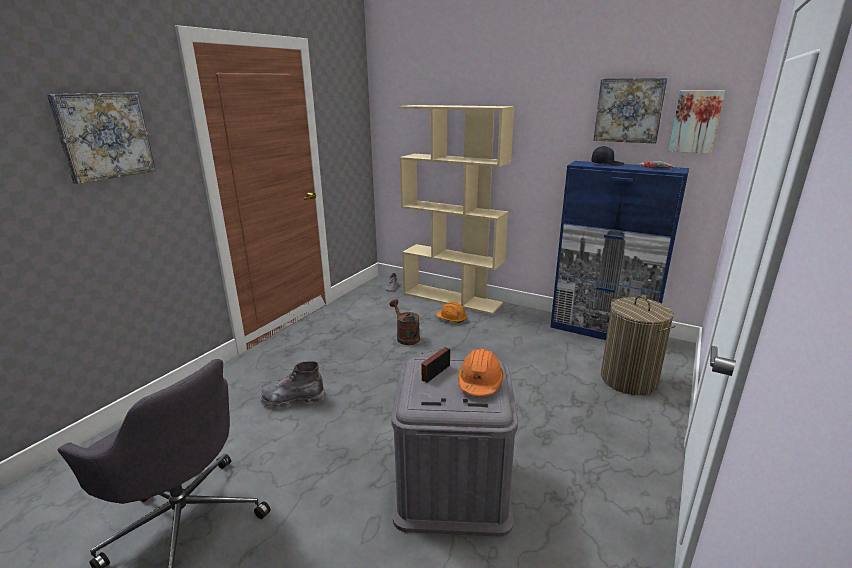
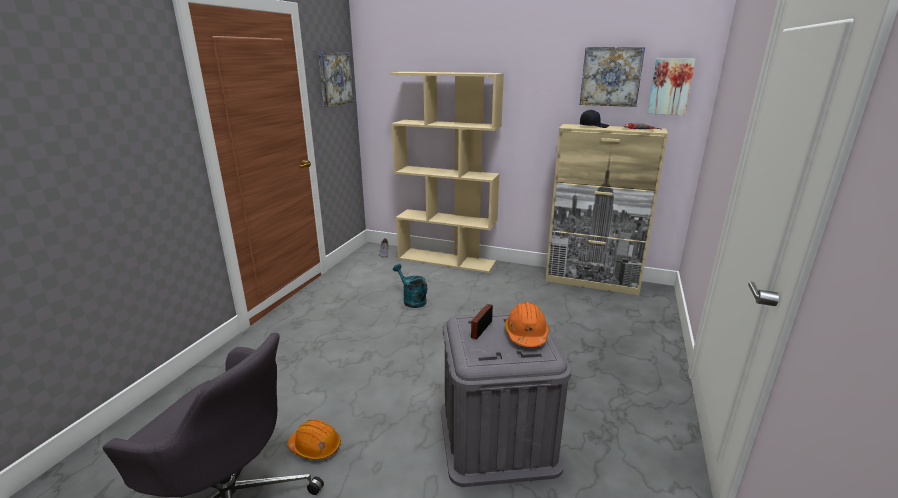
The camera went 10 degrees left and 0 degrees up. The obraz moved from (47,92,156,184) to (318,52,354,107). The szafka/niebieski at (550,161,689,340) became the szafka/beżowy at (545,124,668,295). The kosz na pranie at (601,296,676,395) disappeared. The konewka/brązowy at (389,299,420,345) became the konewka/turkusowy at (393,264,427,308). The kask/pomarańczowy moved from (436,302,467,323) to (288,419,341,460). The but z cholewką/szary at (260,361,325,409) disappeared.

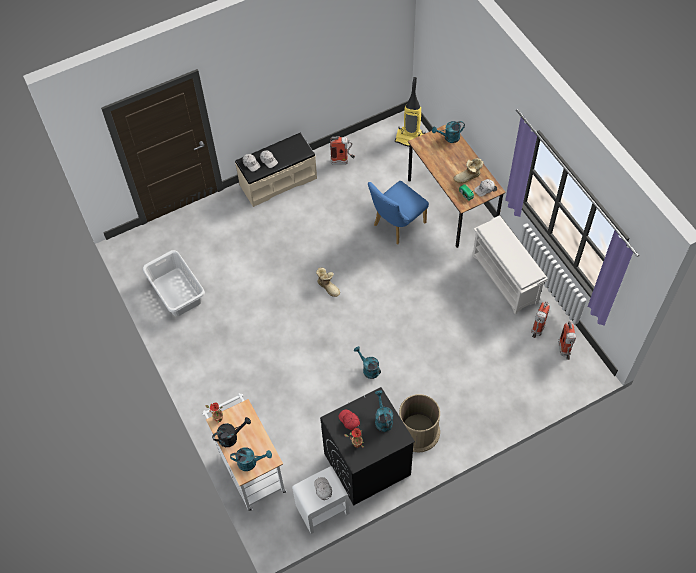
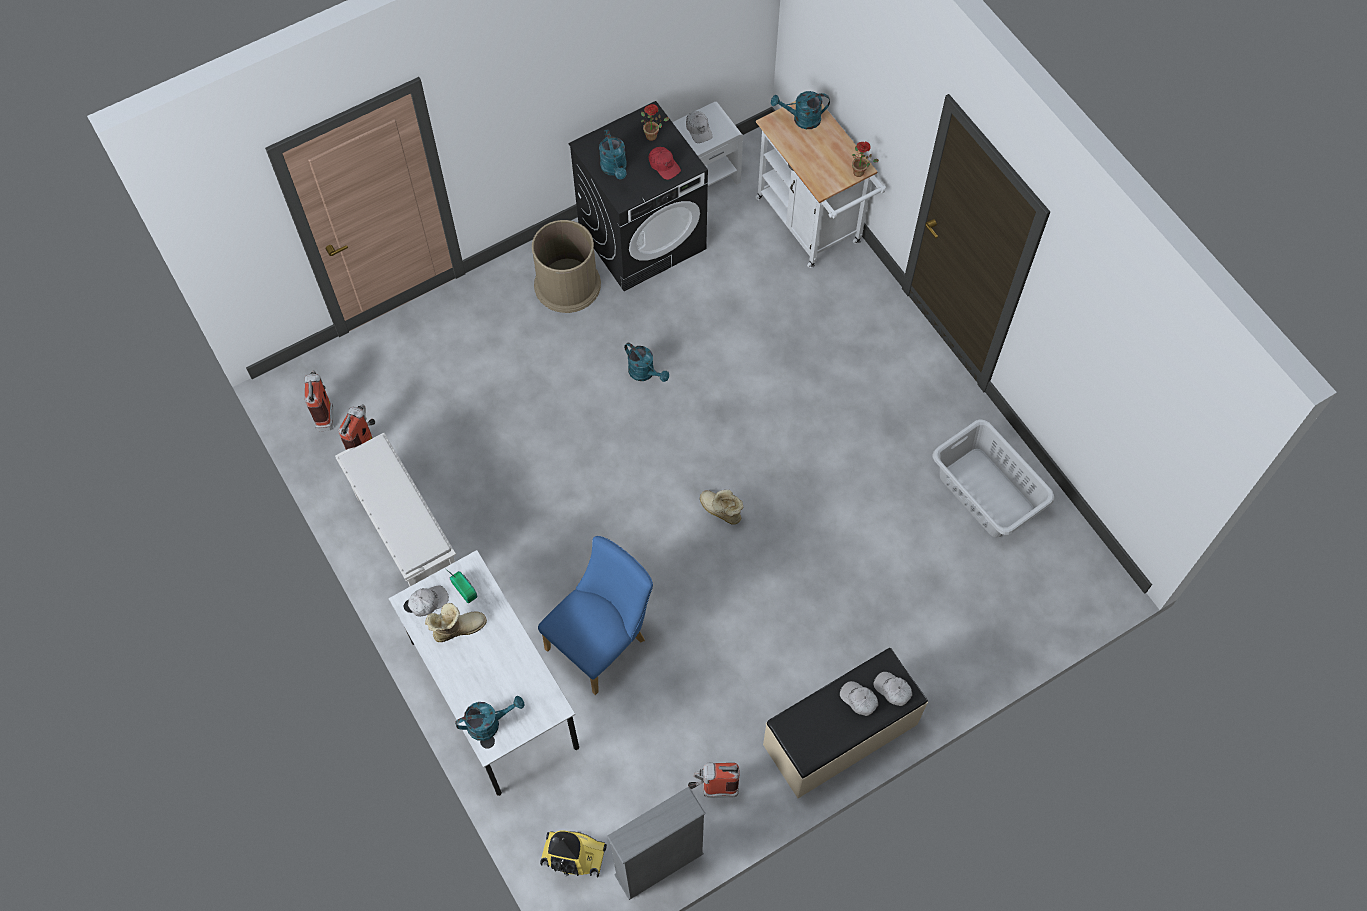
The camera went 175 degrees right and 5 degrees up. The biurko/brązowy at (408,125,506,248) became the biurko/biały at (388,550,579,796). The konewka/czarny at (212,417,251,447) disappeared. The regał/szary at (607,787,706,900) appeared.

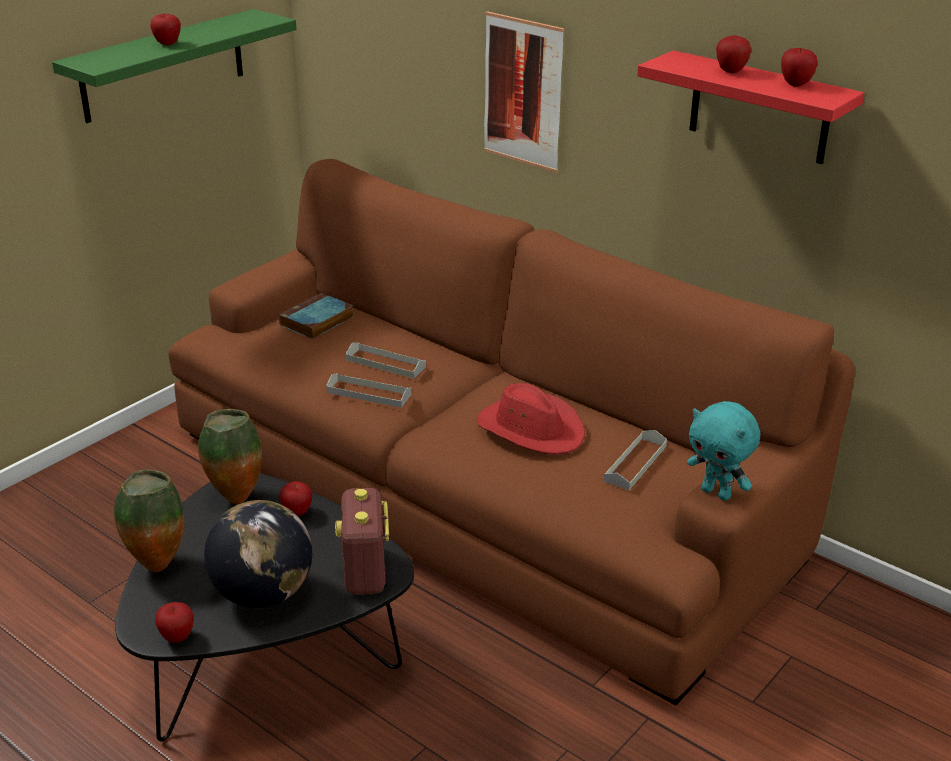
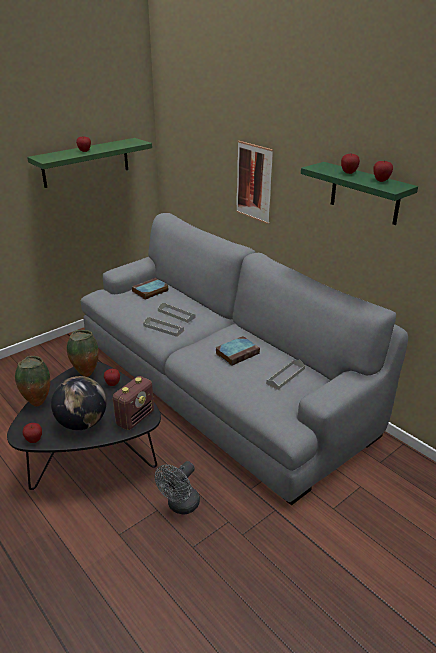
The camera went 10 degrees right and 0 degrees up. The półka/czerwony at (637,50,864,164) became the półka/zielony at (301,162,418,225). The kanapa/brązowy at (168,159,855,705) became the kanapa/szary at (81,213,408,505). The kapelusz/czerwony at (477,383,585,454) was replaced by the książka at (215,336,260,366). The pluszak/turkusowy at (687,401,760,501) disappeared. The radio at (335,488,389,595) turned 150 degrees counterclockwise. The wentylator/szary at (155,461,200,515) appeared.

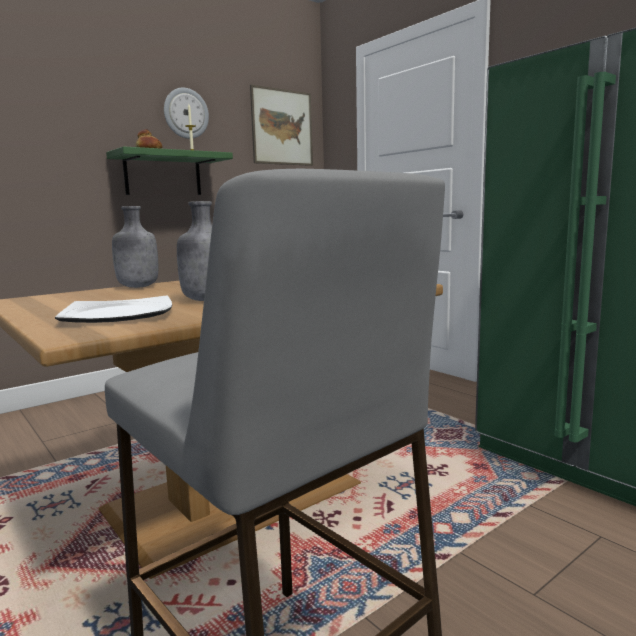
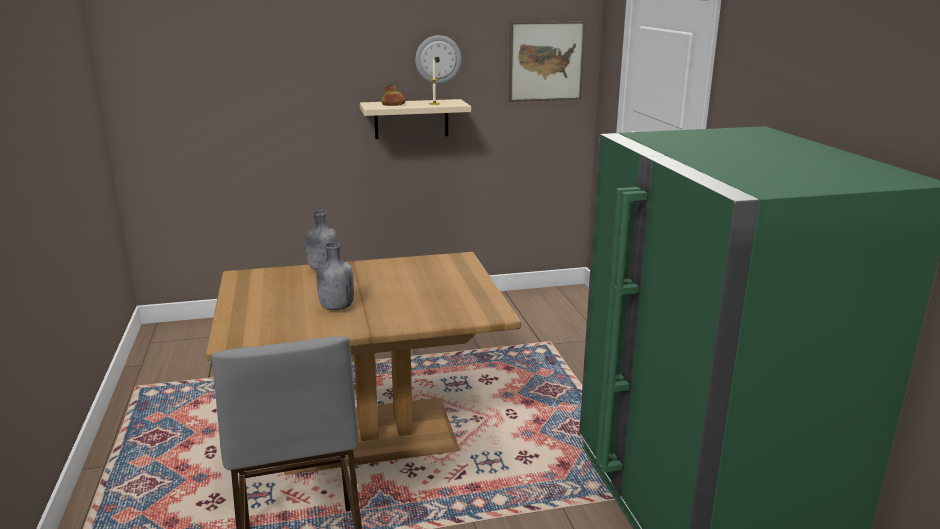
The camera went 25 degrees right and 10 degrees up. The półka/zielony at (106,146,233,195) became the półka/beżowy at (360,99,471,139). The talerz at (55,296,172,323) disappeared.

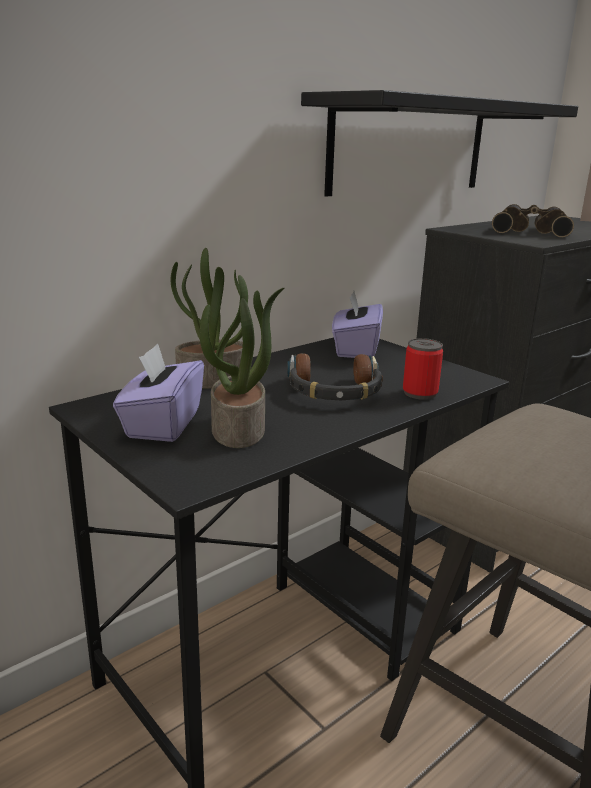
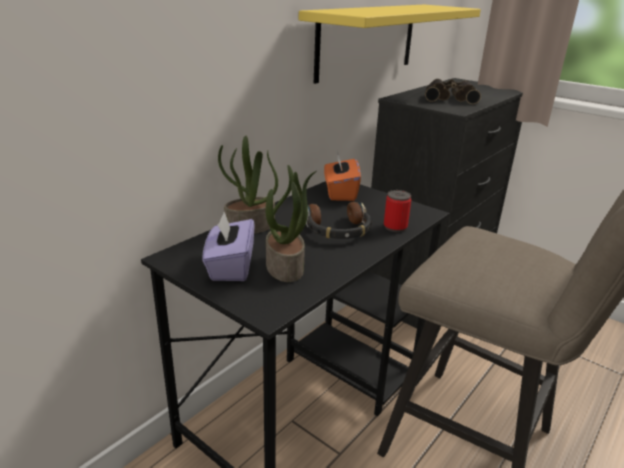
The camera went 10 degrees left and 5 degrees up. The półka/czarny at (301,90,578,197) became the półka/żółty at (299,5,481,84). The pudełko chusteczek/fioletowy at (332,291,383,358) became the pudełko chusteczek/pomarańczowy at (324,151,361,201).

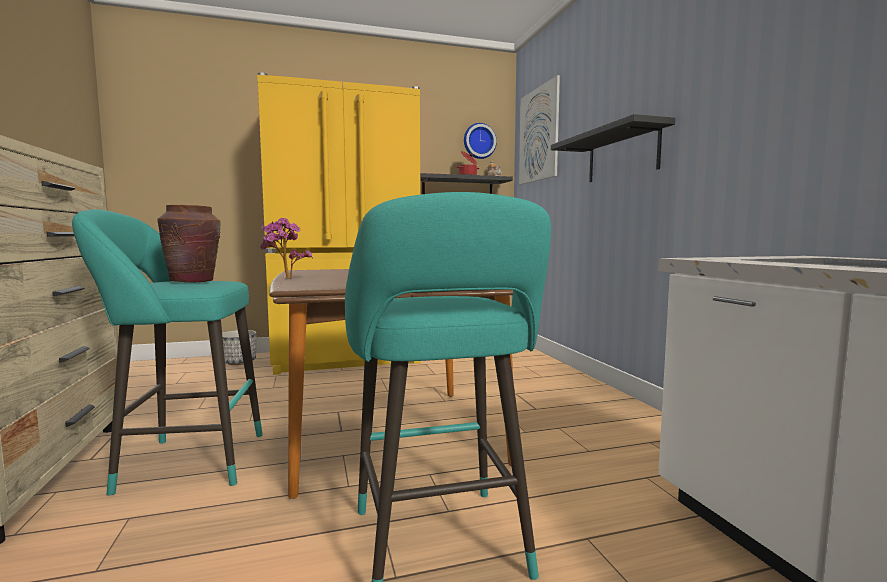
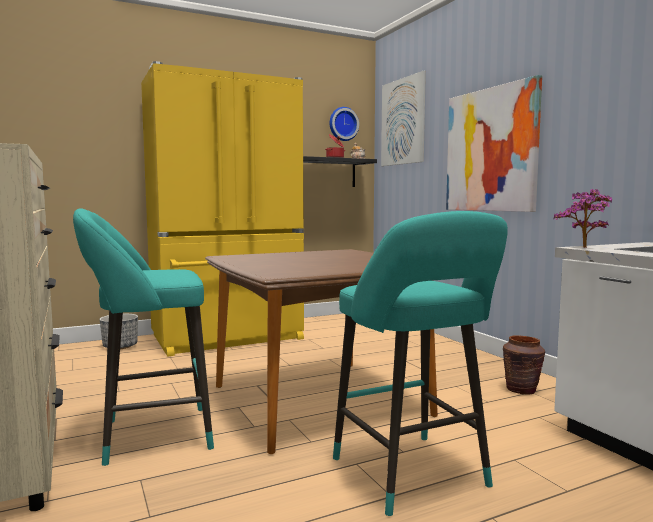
The camera went 10 degrees left and 0 degrees up. The półka/czarny at (551,114,675,182) was replaced by the obraz at (446,75,542,212). The wazon/brązowy moved from (157,205,220,283) to (503,335,545,395). The roślina doniczkowa moved from (260,218,313,279) to (554,189,612,248).

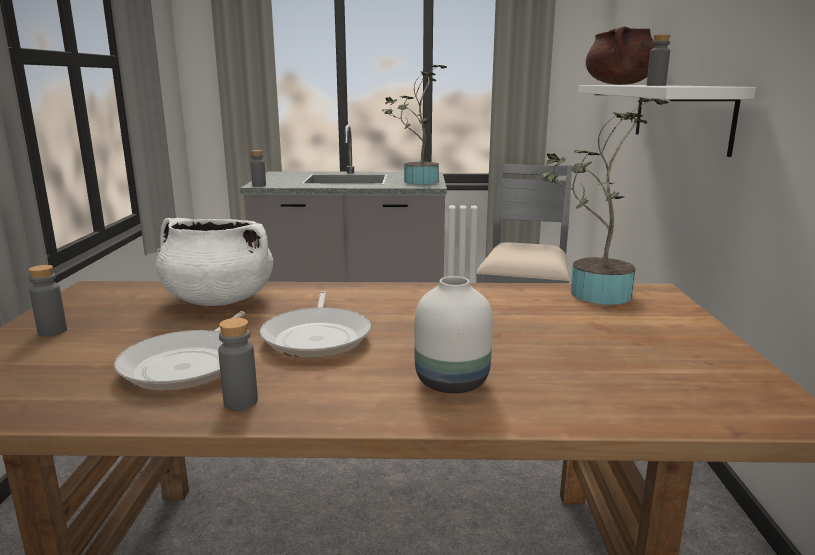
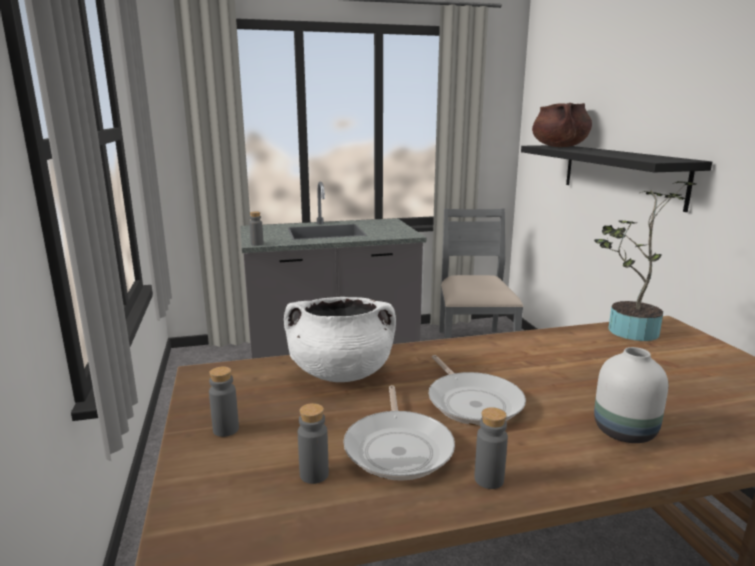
The camera went 15 degrees left and 0 degrees up. The butelka/szary moved from (647,35,670,86) to (298,403,329,484). The roślina doniczkowa at (382,65,447,184) disappeared. The półka/biały at (578,85,756,157) became the półka/czarny at (521,145,712,212).

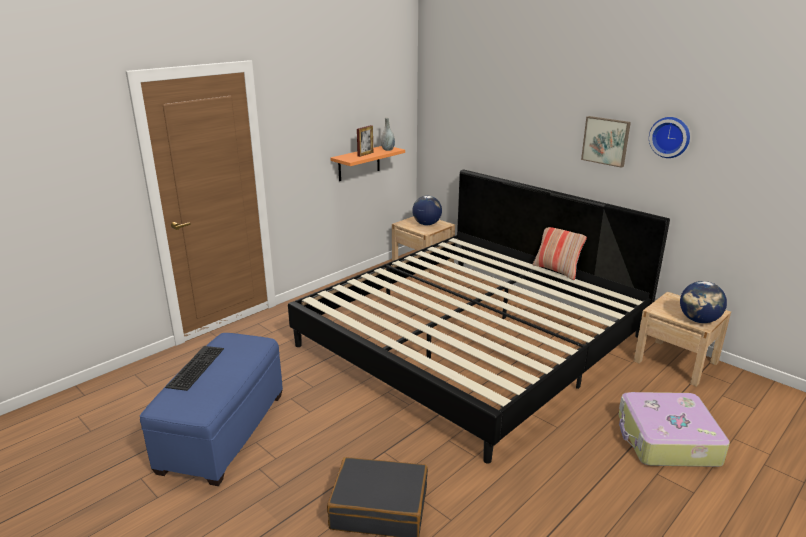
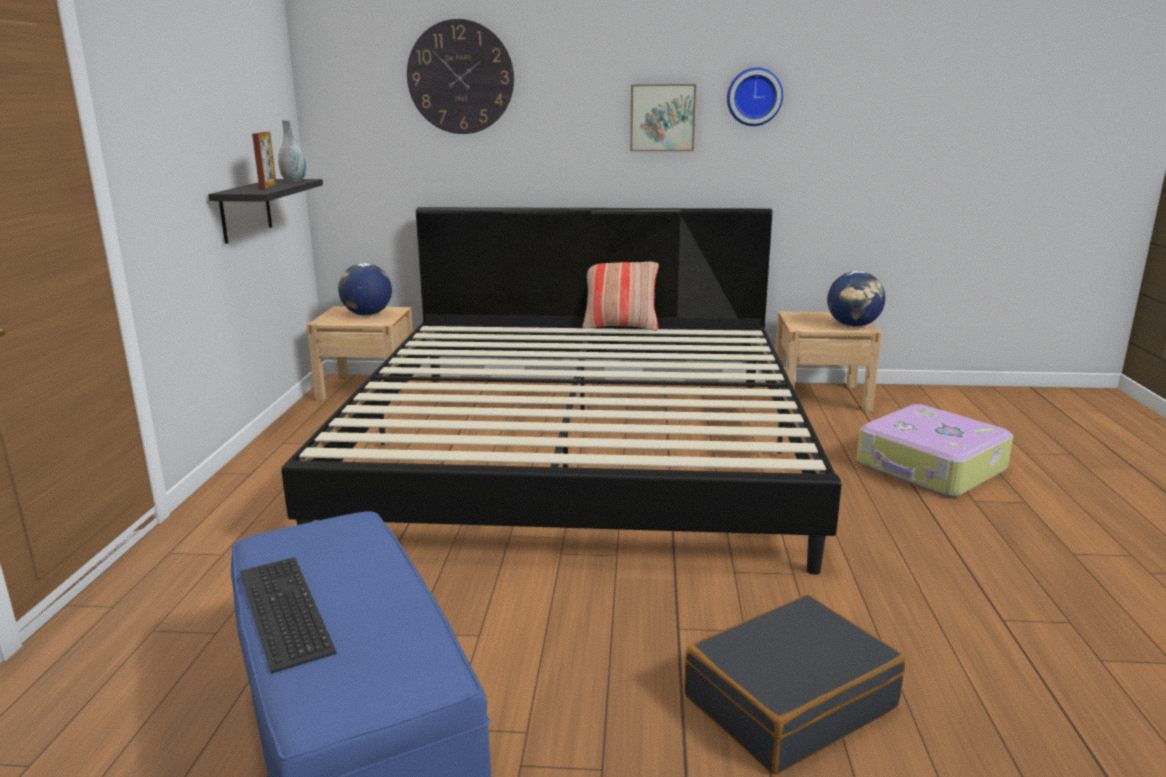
The camera went 40 degrees left and 5 degrees down. The półka/pomarańczowy at (331,146,405,181) became the półka/czarny at (208,179,323,244). The zegar ścienny at (407,19,514,134) appeared.

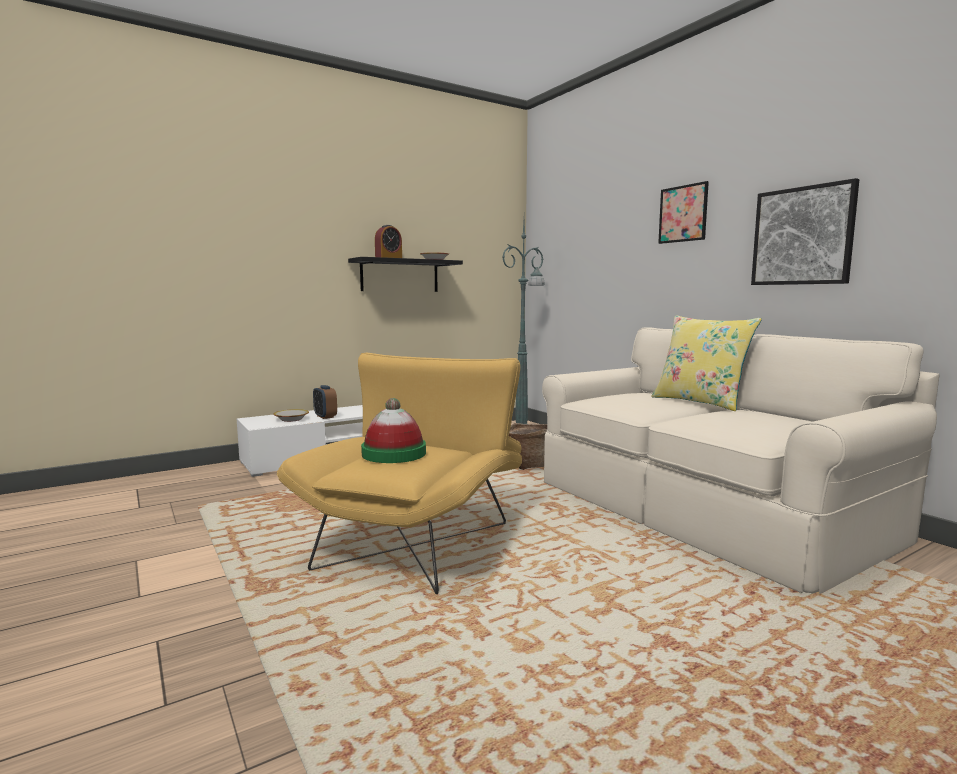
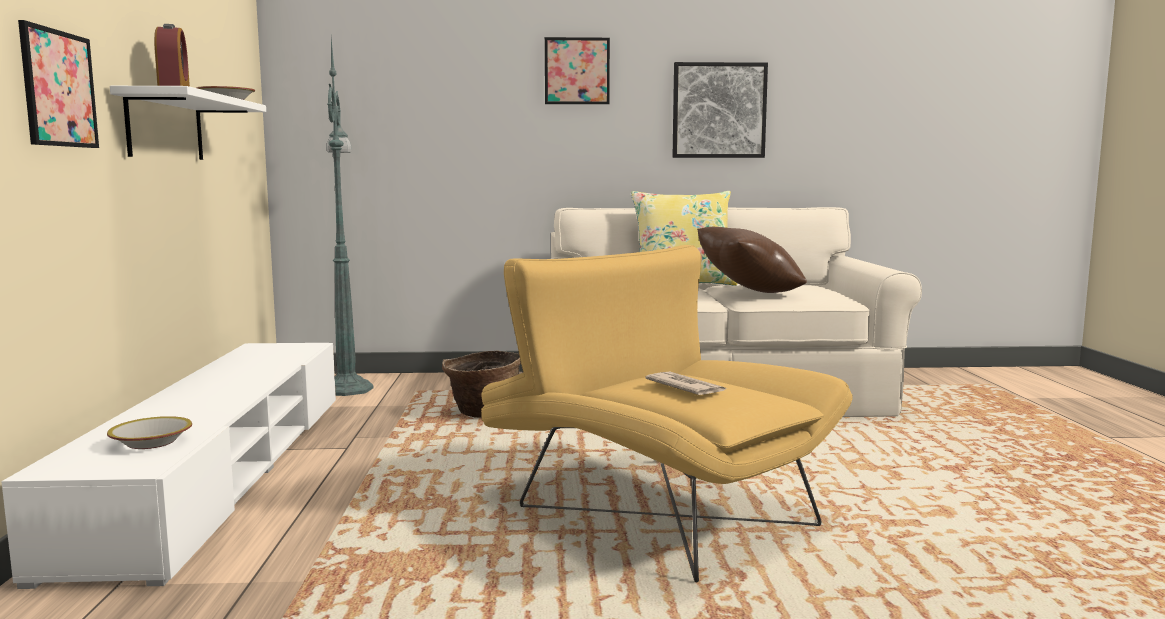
The camera went 60 degrees left and 0 degrees up. The półka/czarny at (348,257,463,292) became the półka/biały at (110,86,266,160). The budzik at (313,385,337,419) disappeared. The kapelusz at (361,398,426,463) was replaced by the gazeta at (645,372,728,395). The obraz at (18,20,99,148) appeared. The poduszka/brązowy at (697,227,807,293) appeared.

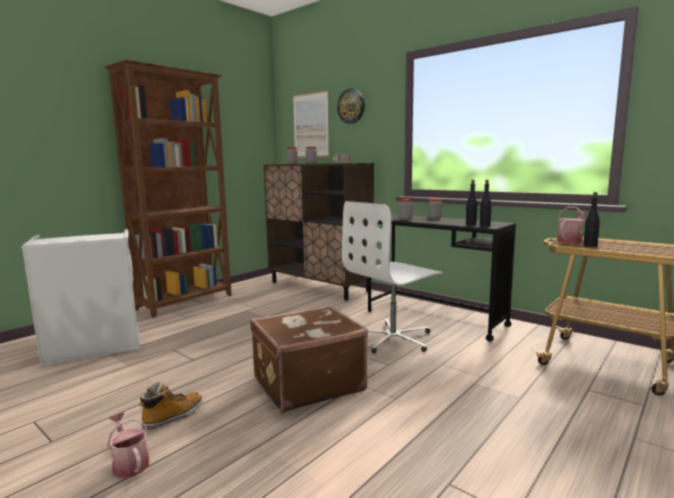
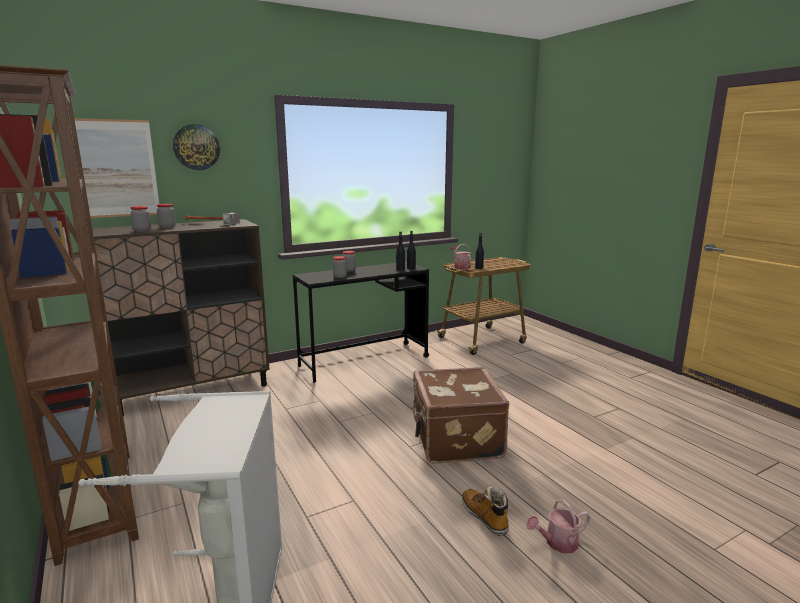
The camera went 70 degrees left and 5 degrees up. The krzesło biurowe/biały at (342,201,442,354) disappeared.

